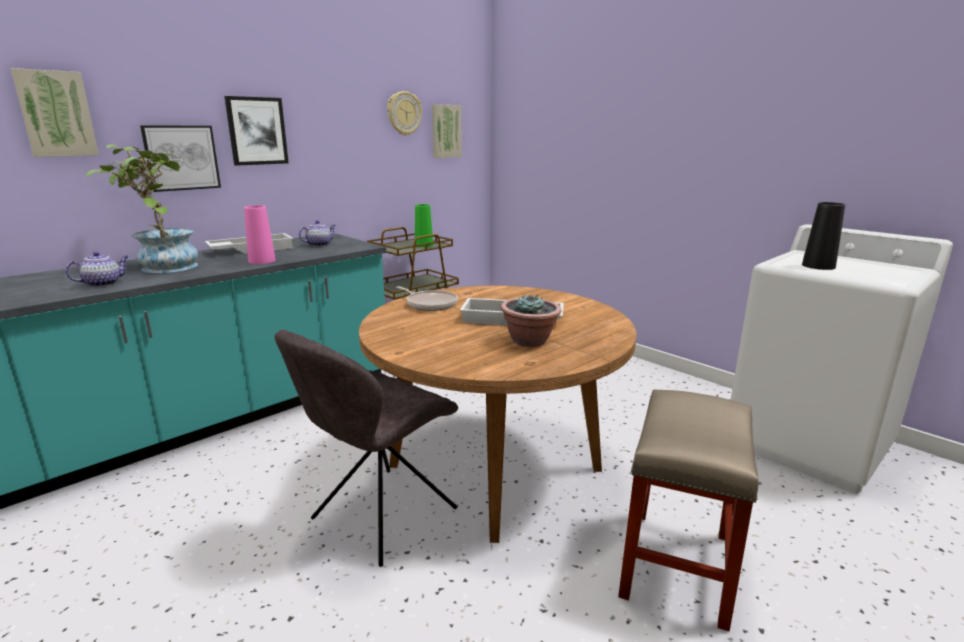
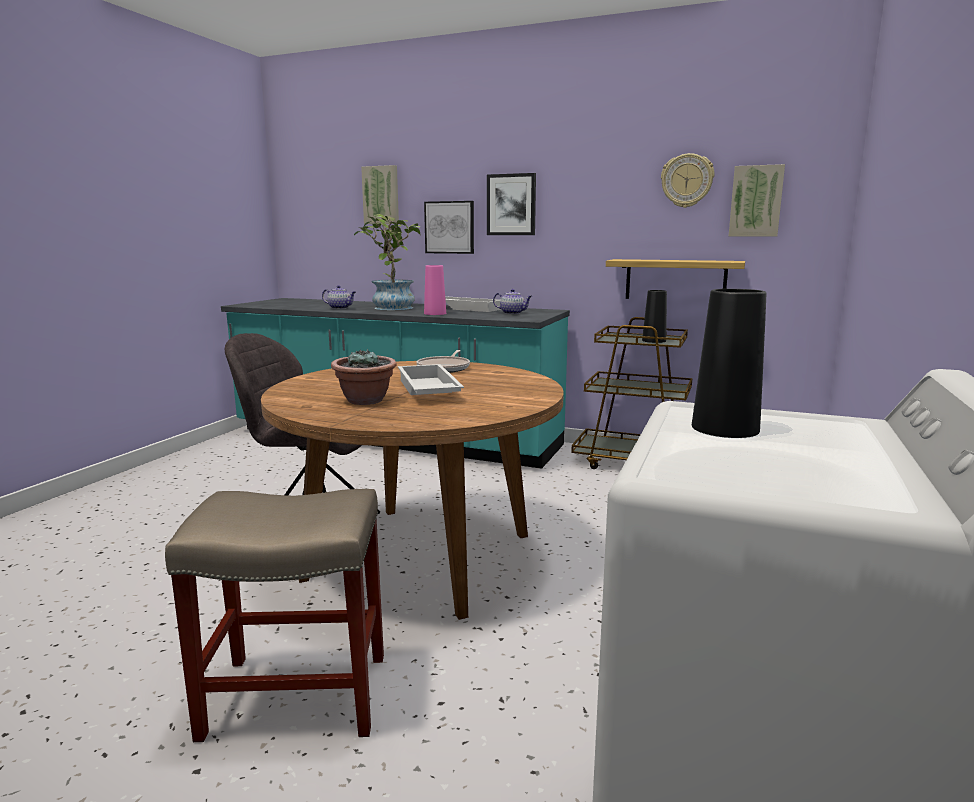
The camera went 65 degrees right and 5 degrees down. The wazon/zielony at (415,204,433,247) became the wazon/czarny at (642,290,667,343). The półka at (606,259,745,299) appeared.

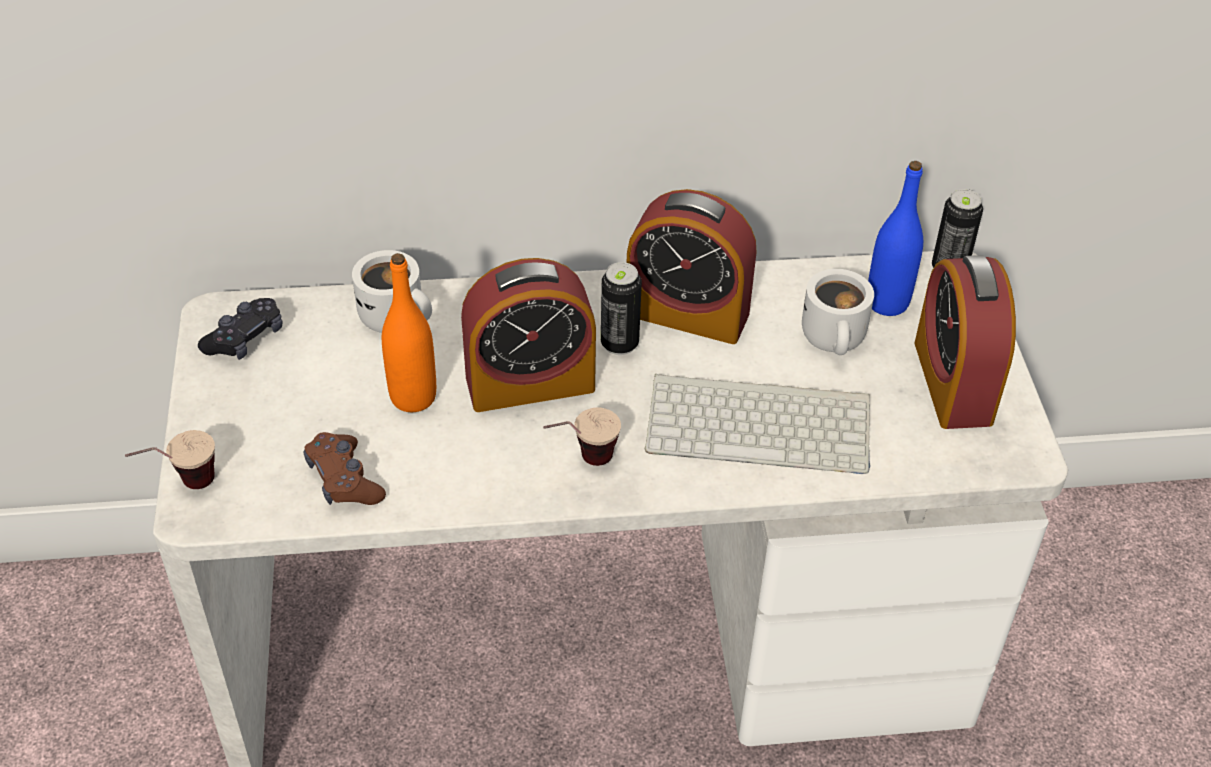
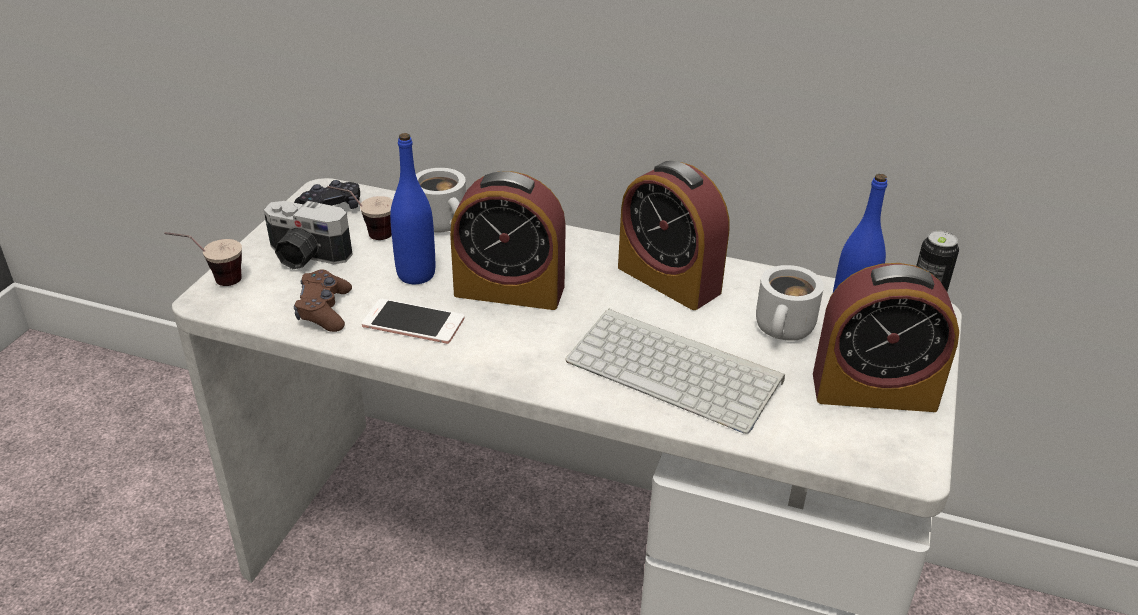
The camera went 25 degrees right and 10 degrees down. The butelka/pomarańczowy at (382,253,436,412) became the butelka/niebieski at (390,133,435,284). The budzik at (914,255,1016,429) turned 105 degrees counterclockwise. The puszka at (601,262,642,355) disappeared. The filiżanka moved from (543,407,621,466) to (327,186,393,240). The aparat fotograficzny at (263,201,353,269) appeared. The telefon at (362,299,464,344) appeared.

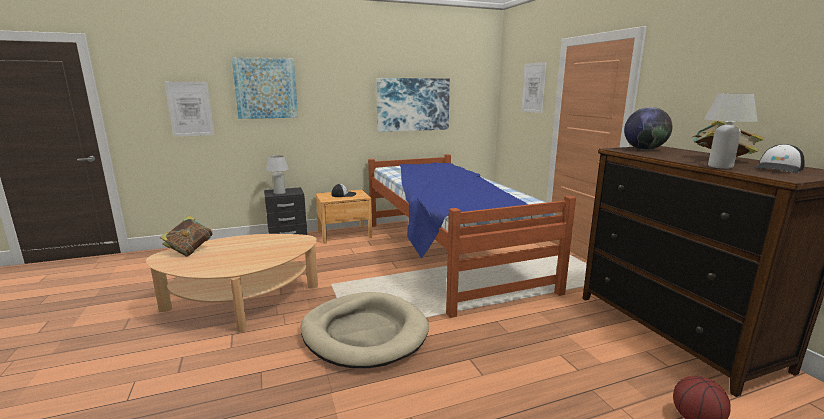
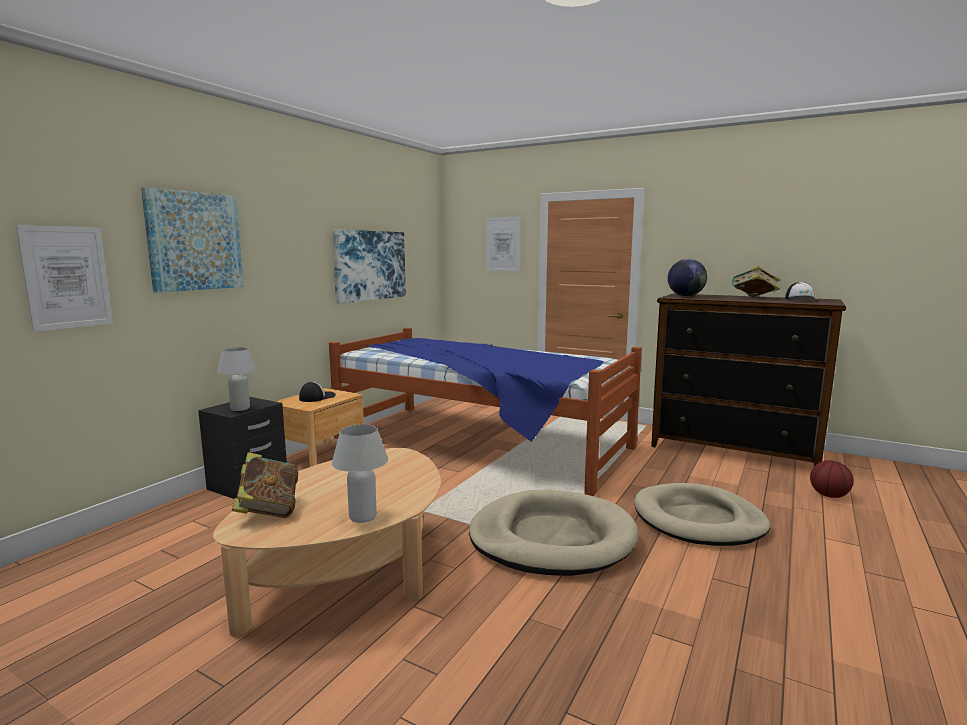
The camera went 40 degrees left and 5 degrees down. The lampa stołowa/biały moved from (704,94,758,169) to (332,424,388,523). The legowisko/beżowy at (634,483,770,546) appeared.

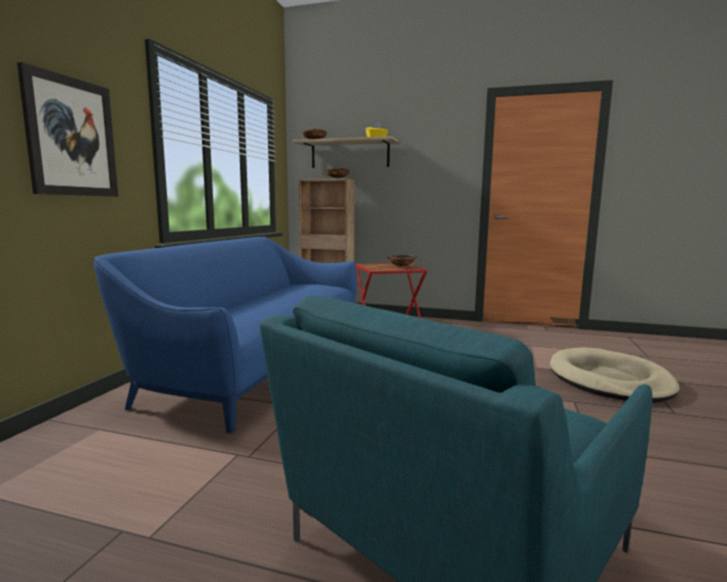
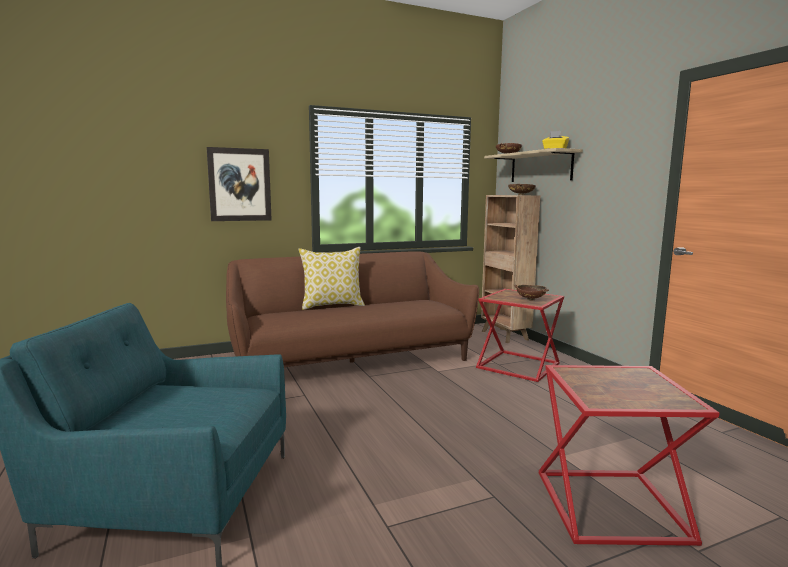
The camera went 50 degrees right and 0 degrees up. The kanapa/niebieski at (94,237,357,433) became the kanapa/brązowy at (226,251,479,367). The legowisko/beżowy at (550,347,680,403) was replaced by the stolik/czerwony at (539,365,719,546). The poduszka at (299,247,365,310) appeared.

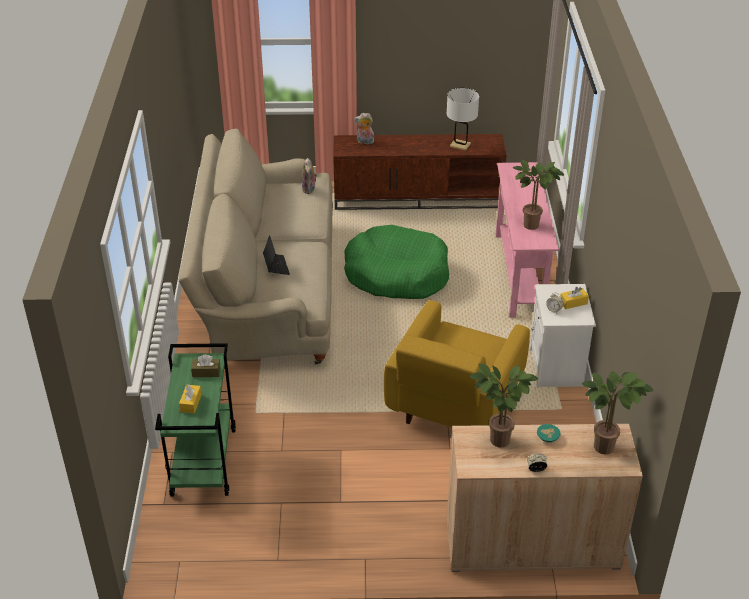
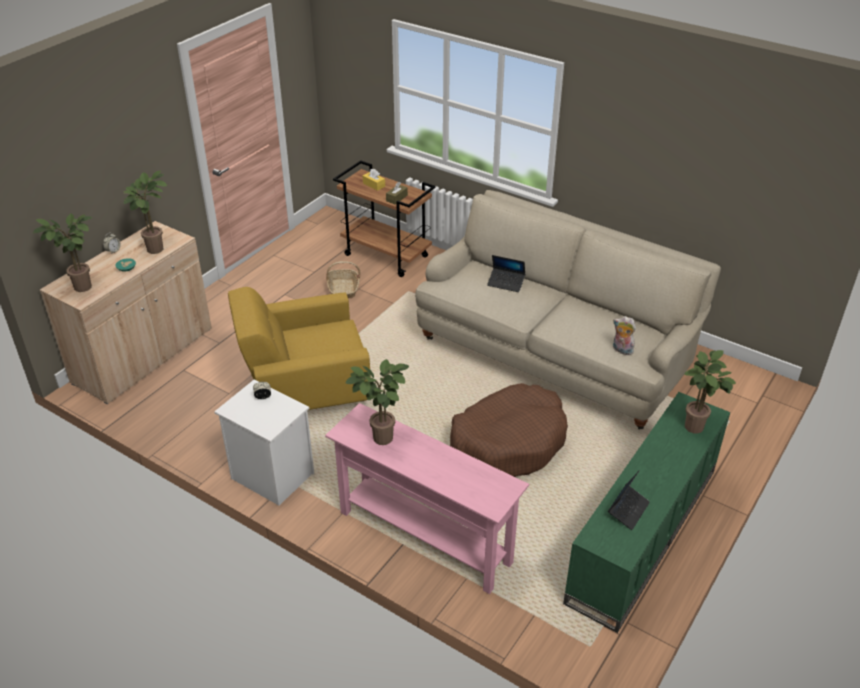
The camera went 125 degrees right and 0 degrees up. The lampa stołowa/biały at (447,88,479,151) was replaced by the laptop at (608,470,650,530). The pluszak at (354,113,374,144) was replaced by the roślina doniczkowa at (684,350,736,434). The szafka pod telewizor/brązowy at (333,134,507,210) became the szafka pod telewizor/zielony at (563,392,730,633). The legowisko/zielony at (344,225,449,299) became the legowisko/brązowy at (450,383,568,477). The pudełko chusteczek/żółty at (561,287,589,309) disappeared. The fotel/żółty at (384,300,530,427) turned 75 degrees counterclockwise. The wózek/zielony at (155,343,236,496) became the wózek/brązowy at (333,160,436,277). The koszyk at (326,261,361,299) appeared.

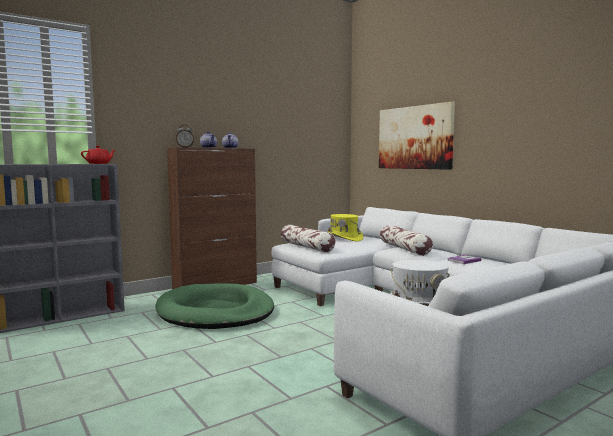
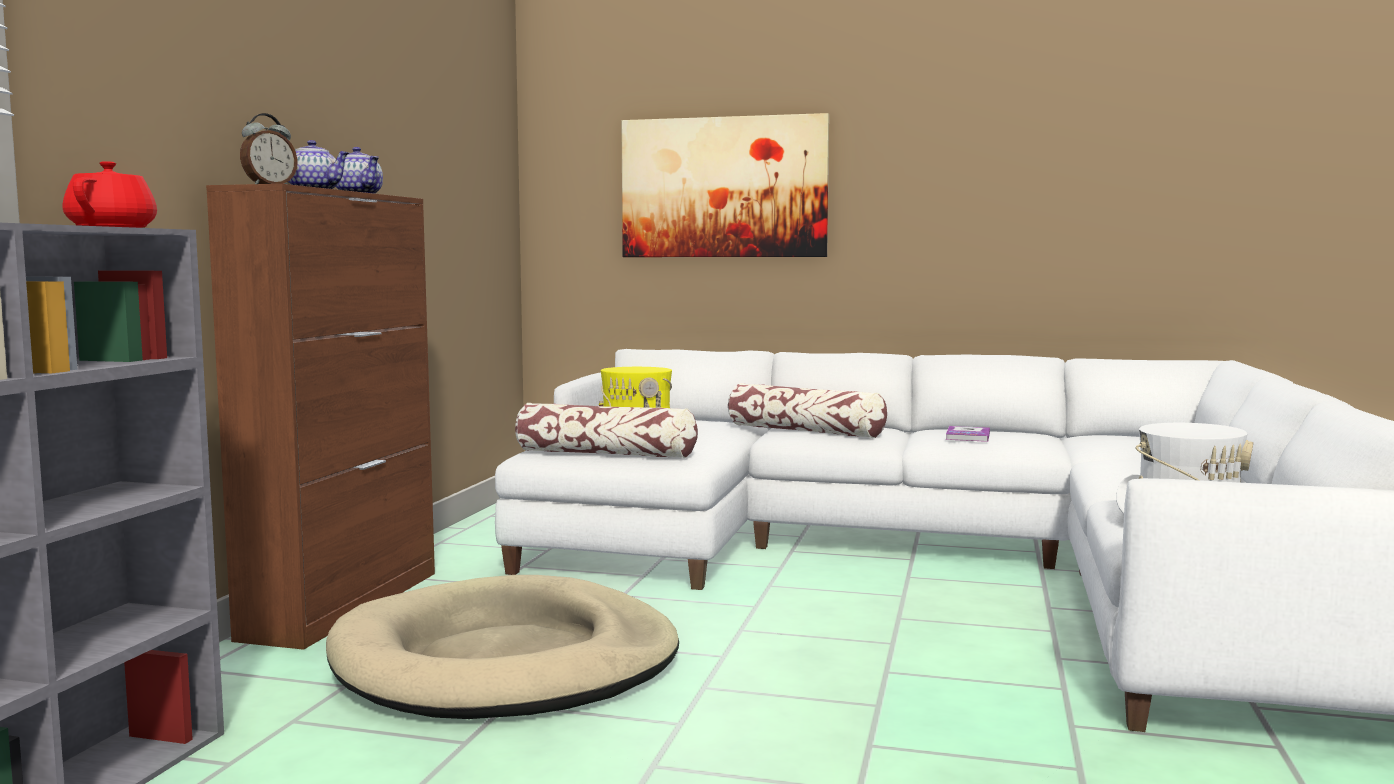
The camera went 40 degrees left and 0 degrees up. The legowisko/zielony at (156,283,274,329) became the legowisko/beżowy at (326,575,679,719).

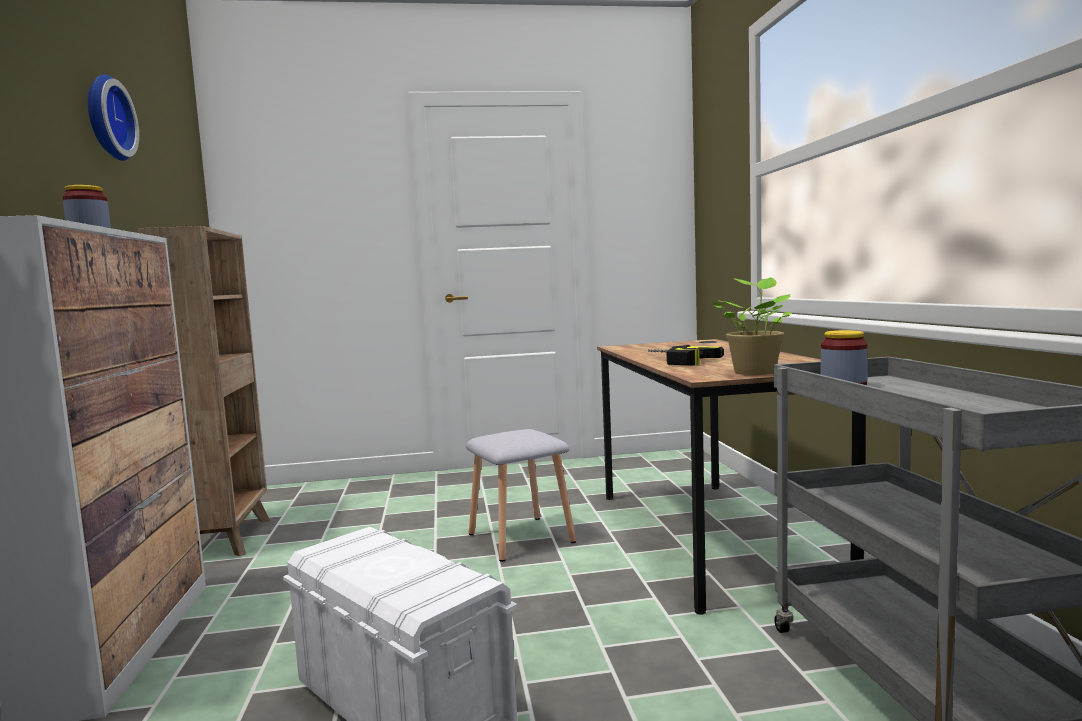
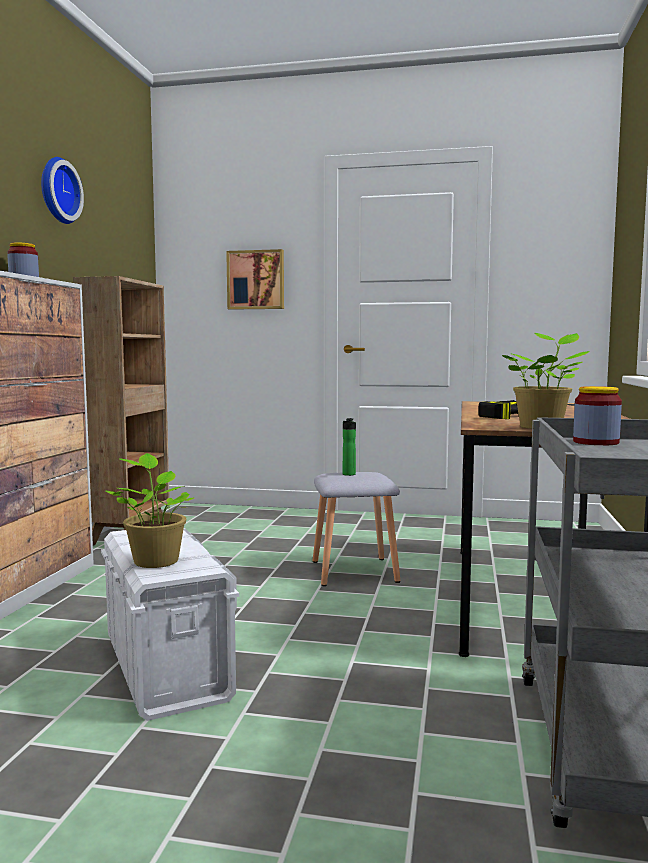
The camera went 20 degrees right and 0 degrees up. The obraz at (226,249,284,310) appeared. The butelka at (343,418,356,476) appeared. The roślina doniczkowa at (106,453,194,568) appeared.

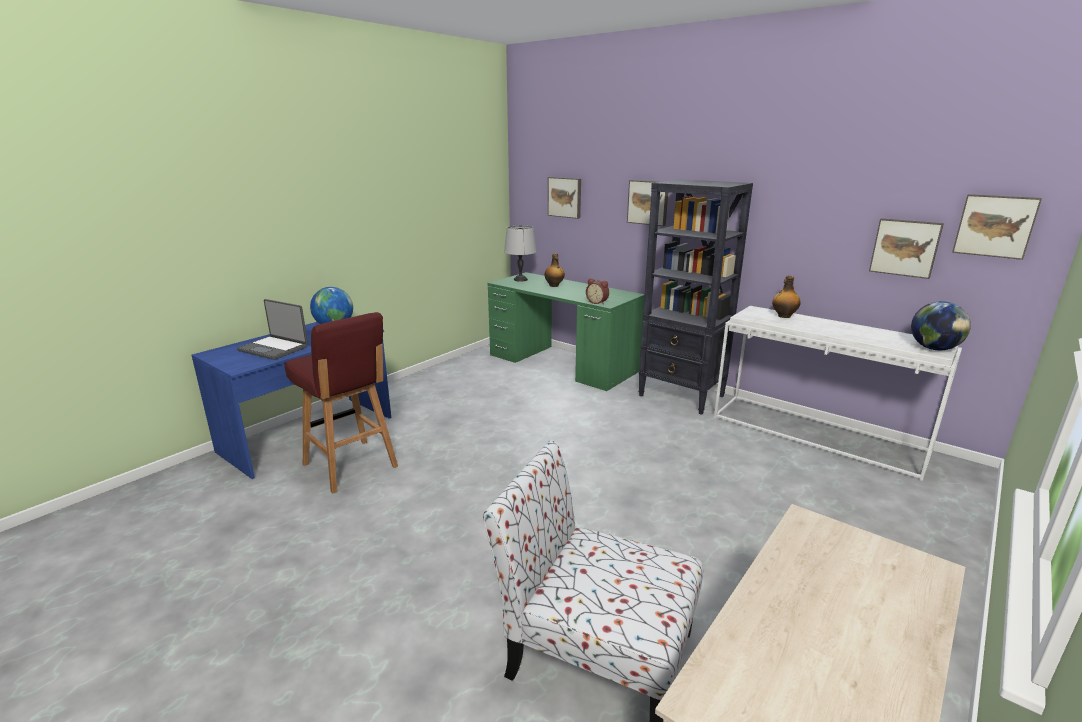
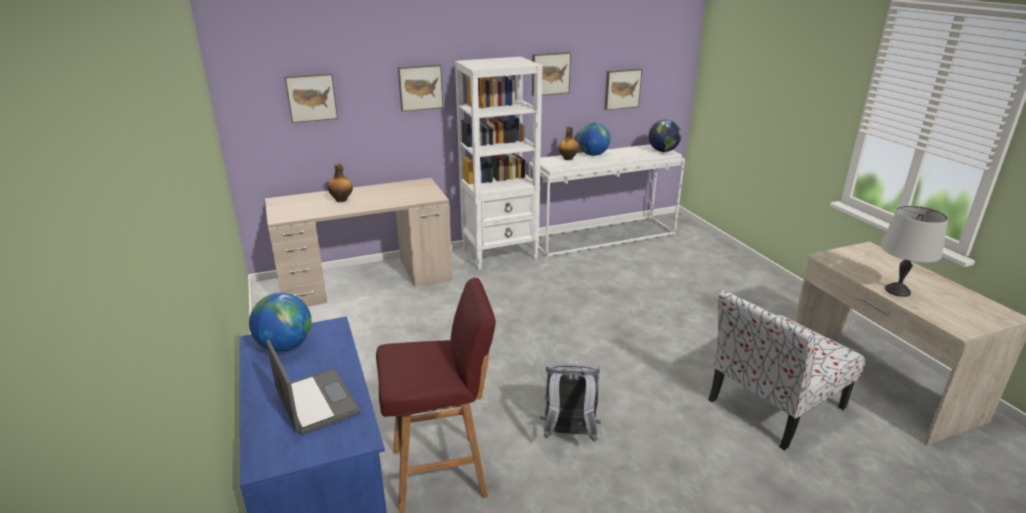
The camera went 60 degrees left and 5 degrees up. The regał/czarny at (638,179,753,415) became the regał/biały at (455,57,543,270). The obraz moved from (952,194,1042,260) to (532,52,571,96). The lampa stołowa/szary moved from (504,226,537,282) to (881,206,948,297). The biurko/zielony at (487,272,645,391) became the biurko/beżowy at (265,178,453,307). The budzik at (586,278,609,305) disappeared. The laptop at (236,299,308,360) turned 90 degrees counterclockwise. The globus at (578,123,610,156) appeared. The plecak/szary at (540,364,601,442) appeared.

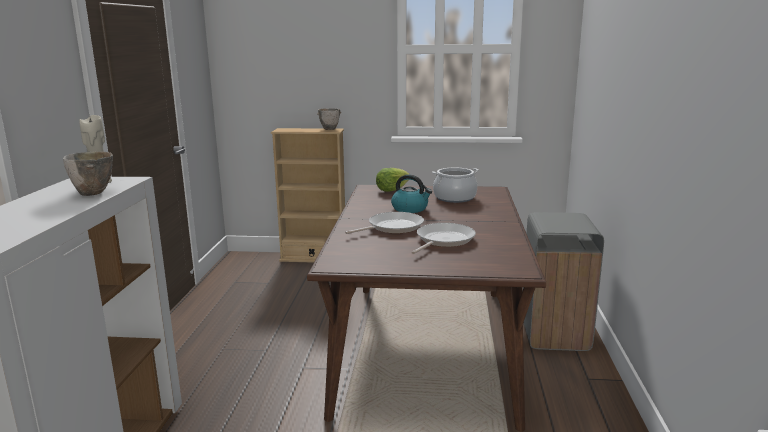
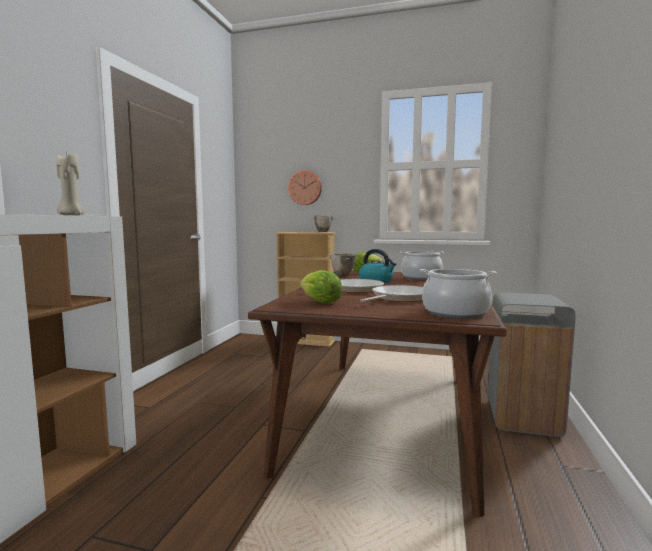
The camera went 10 degrees right and 10 degrees down. The miska moved from (63,151,113,196) to (331,253,356,277). The zegar ścienny at (288,170,322,205) appeared. The garnek at (420,269,497,319) appeared. The sałata at (300,270,342,304) appeared.

